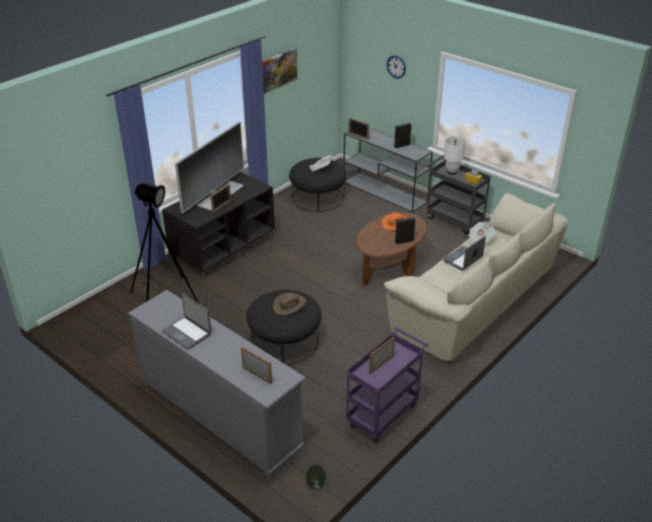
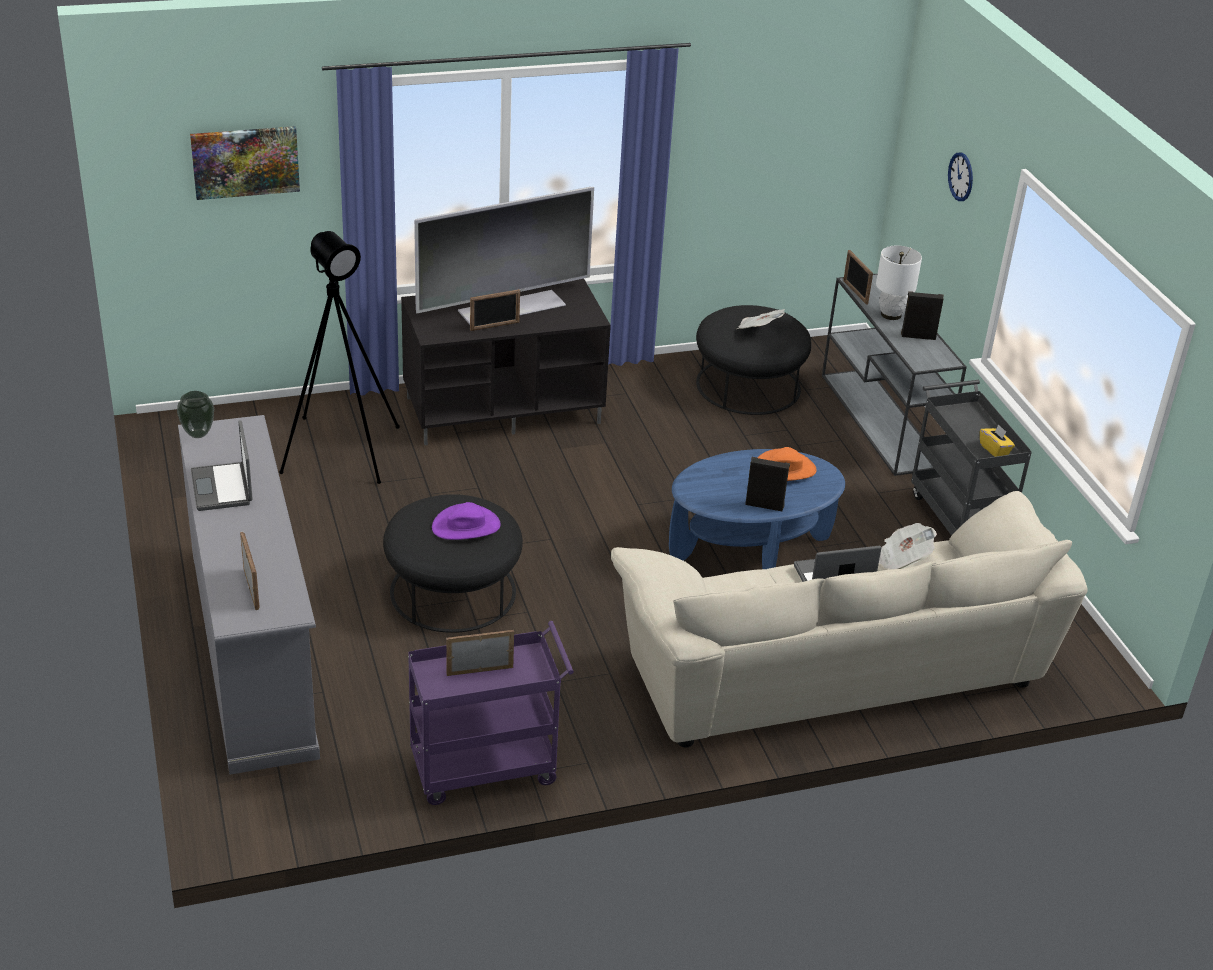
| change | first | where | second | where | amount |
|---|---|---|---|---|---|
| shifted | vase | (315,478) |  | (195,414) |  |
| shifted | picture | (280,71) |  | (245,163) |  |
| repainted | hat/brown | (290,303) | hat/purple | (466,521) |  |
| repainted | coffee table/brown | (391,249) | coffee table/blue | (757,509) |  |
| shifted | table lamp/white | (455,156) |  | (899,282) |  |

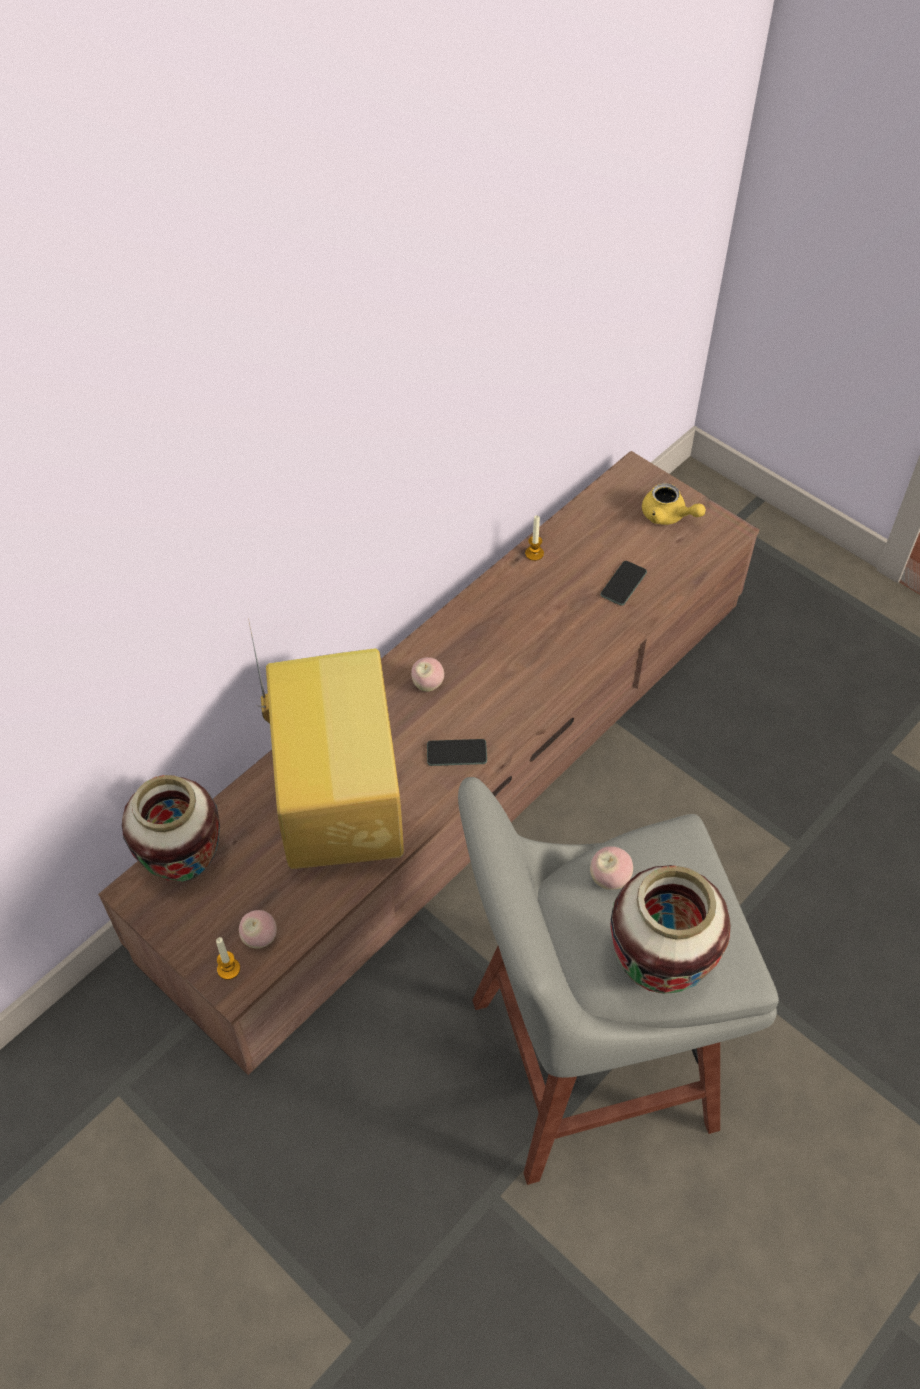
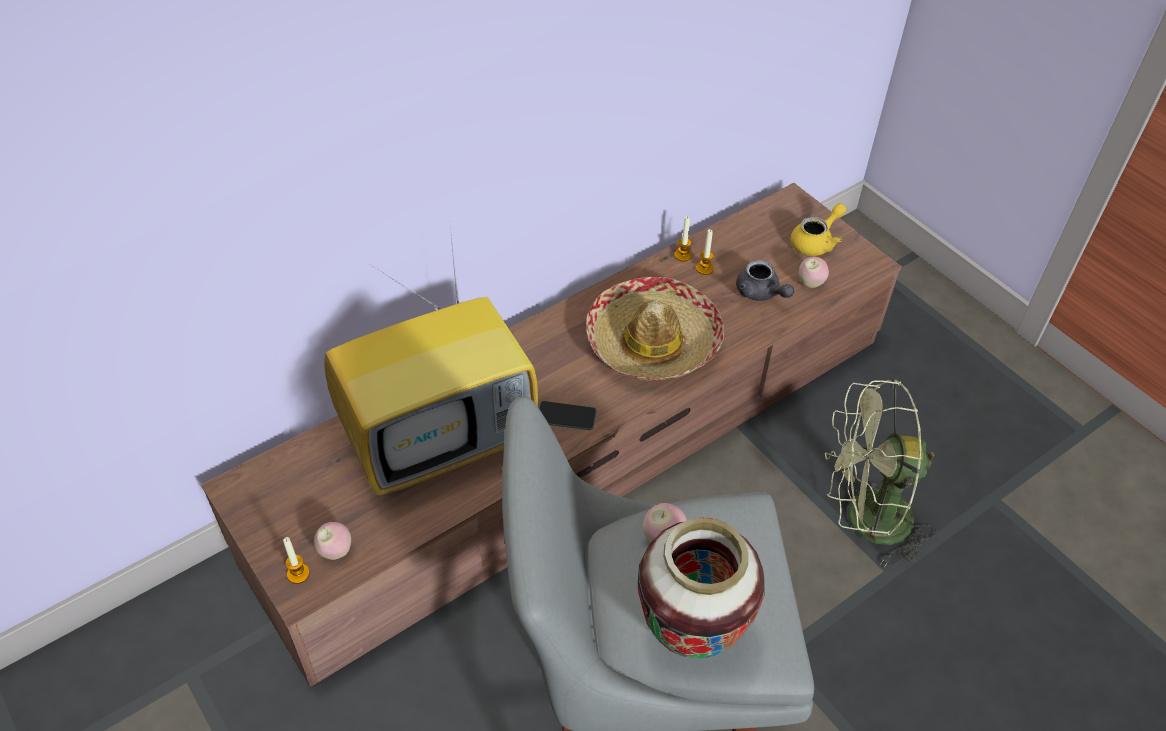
| change | first | where | second | where | amount |
|---|---|---|---|---|---|
| rotated | television | (326,746) |  | (431,360) | 60 degrees clockwise |
| new |  |  | hat | (655,329) |  |
| new |  |  | candle | (705,252) |  |
| swapped | phone | (623,583) | teapot/grey | (765,280) |  |
| rotated | teapot/yellow | (674,504) |  | (819,229) | 90 degrees counterclockwise |
| shifted | apple | (427,674) |  | (814,272) |  |
| new |  |  | fan/green | (880,473) |  |
| gone | vase | (171,828) |  |  |  |

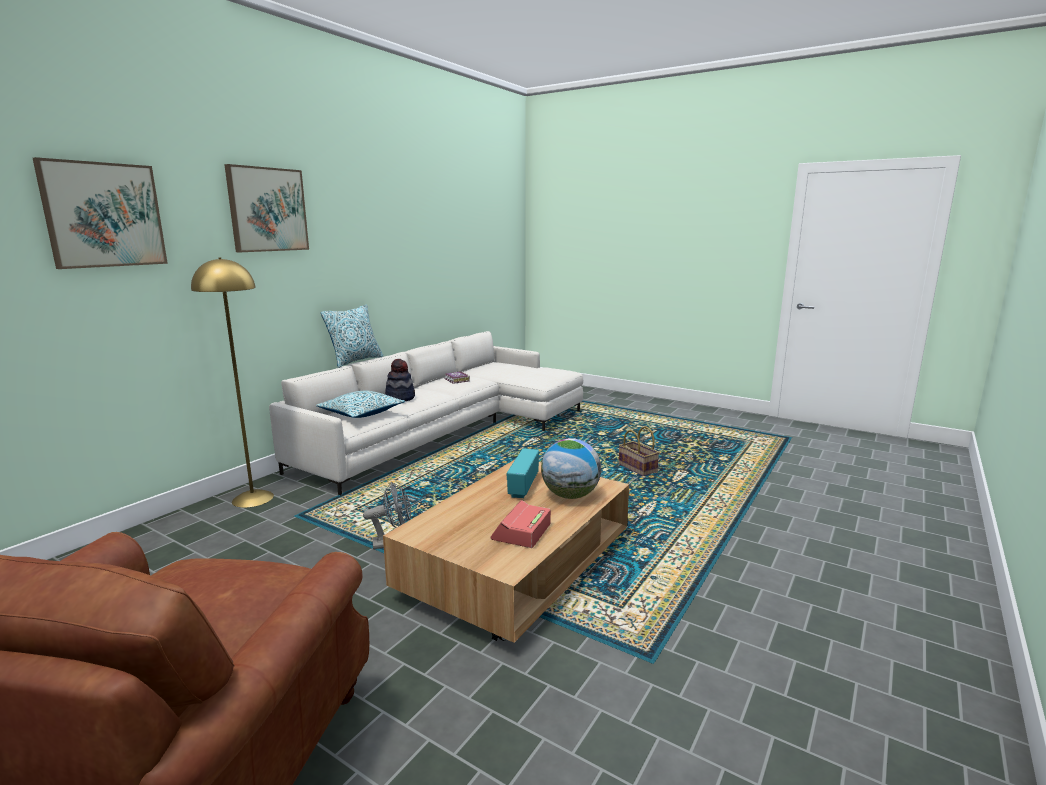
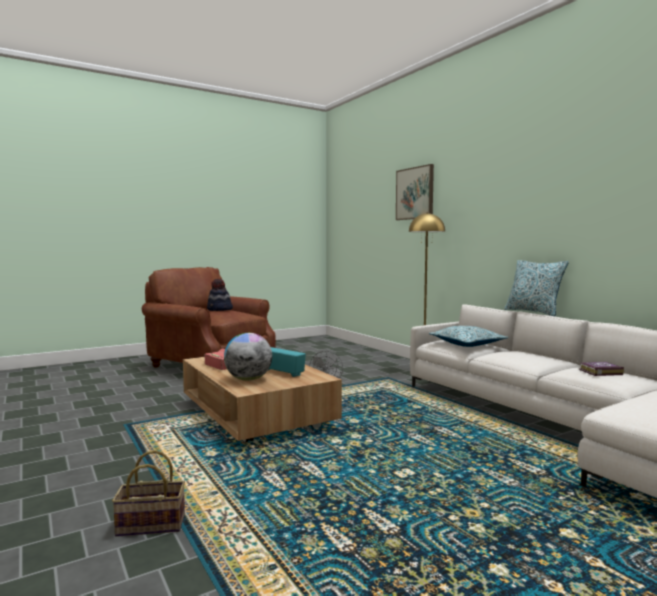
| change | first | where | second | where | amount |
|---|---|---|---|---|---|
| shifted | basket | (639,451) |  | (148,493) |  |
| shifted | hat | (400,380) |  | (220,295) |  |
| gone | picture | (266,208) |  |  |  |

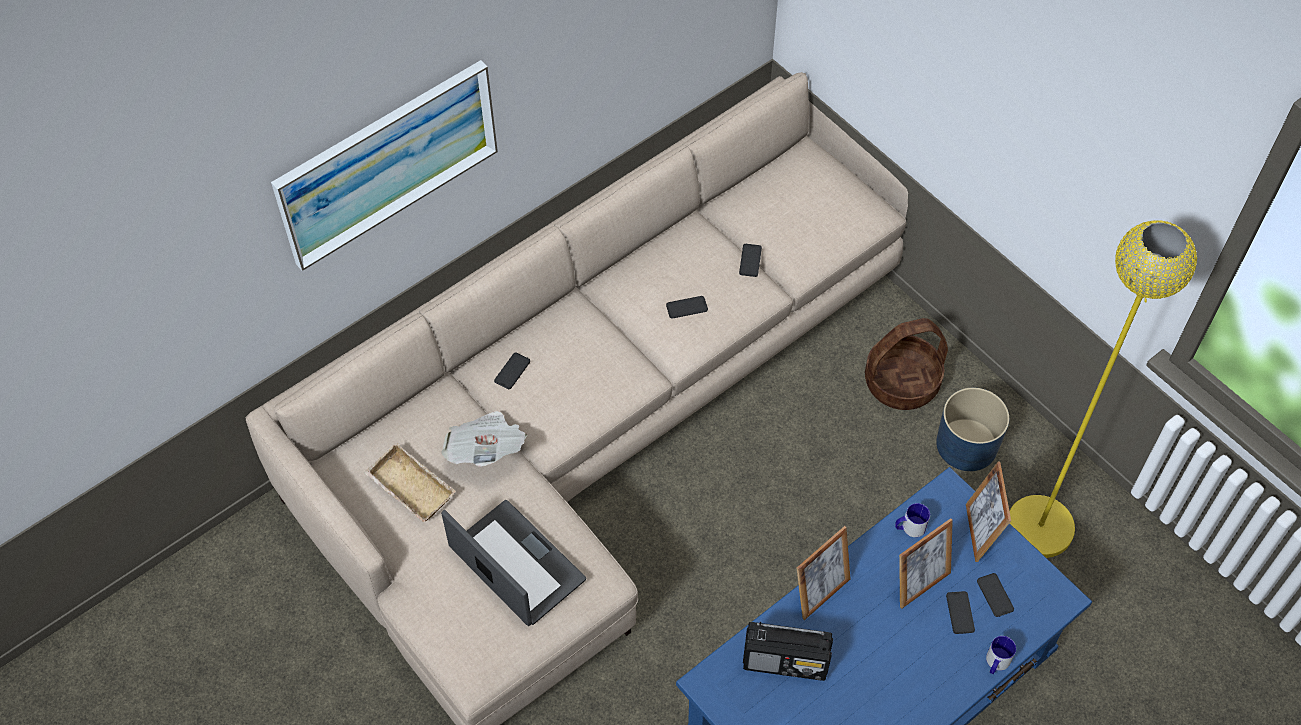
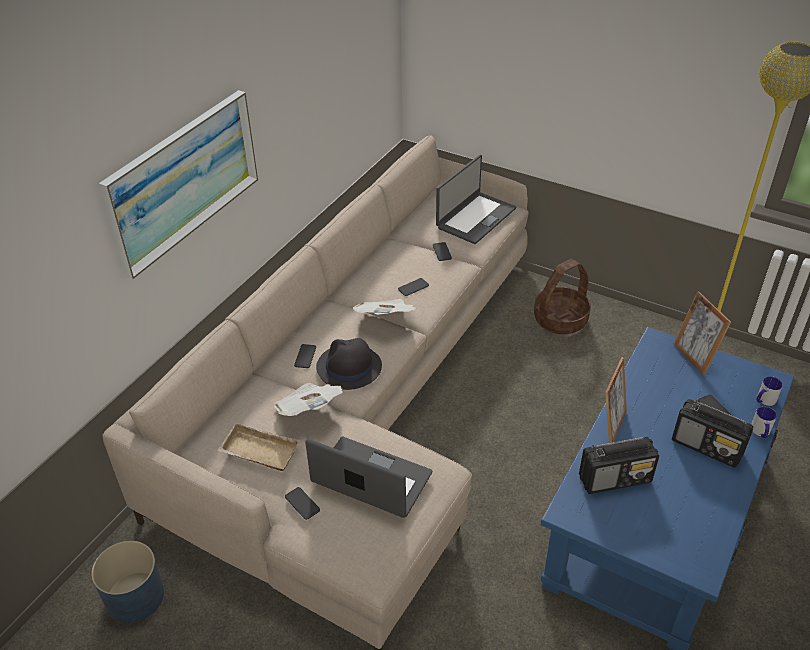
| change | first | where | second | where | amount |
|---|---|---|---|---|---|
| shifted | planter/blue | (972,429) |  | (127,582) |  |
| shifted | phone | (995,595) |  | (302,503) |  |
| new |  |  | hat/black | (349,364) |  |
| new |  |  | newspaper | (385,307) |  |
| new |  |  | laptop | (476,199) |  |
| new |  |  | radio | (712,433) |  |
| shifted | mug | (912,520) |  | (769,391) |  |
| gone | picture frame | (926,563) |  |  |  |

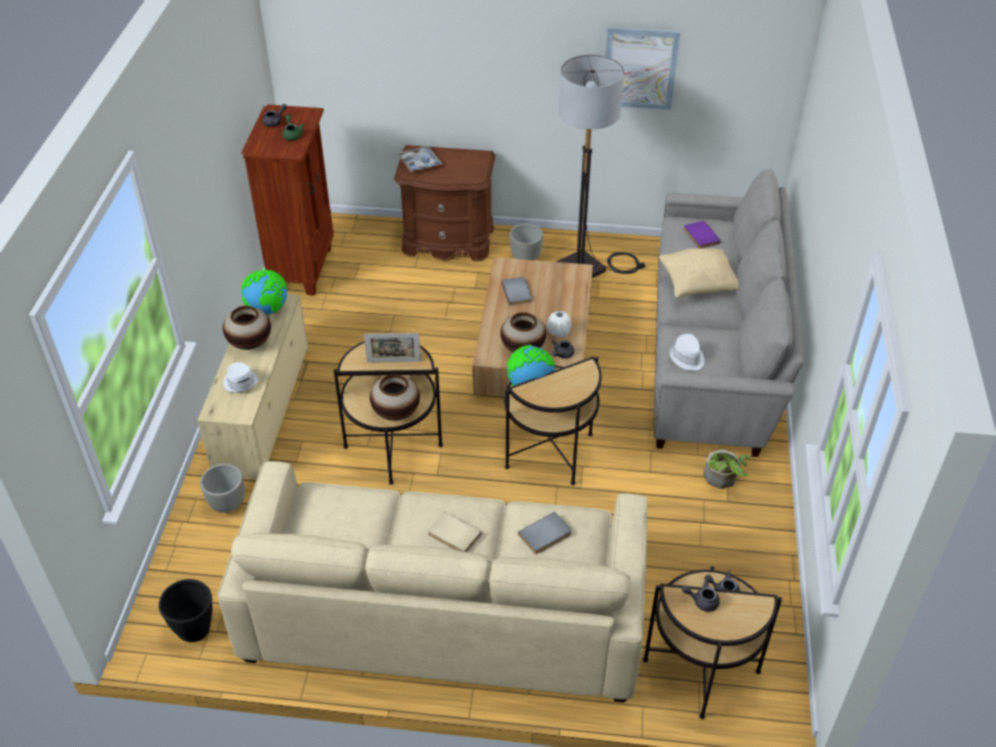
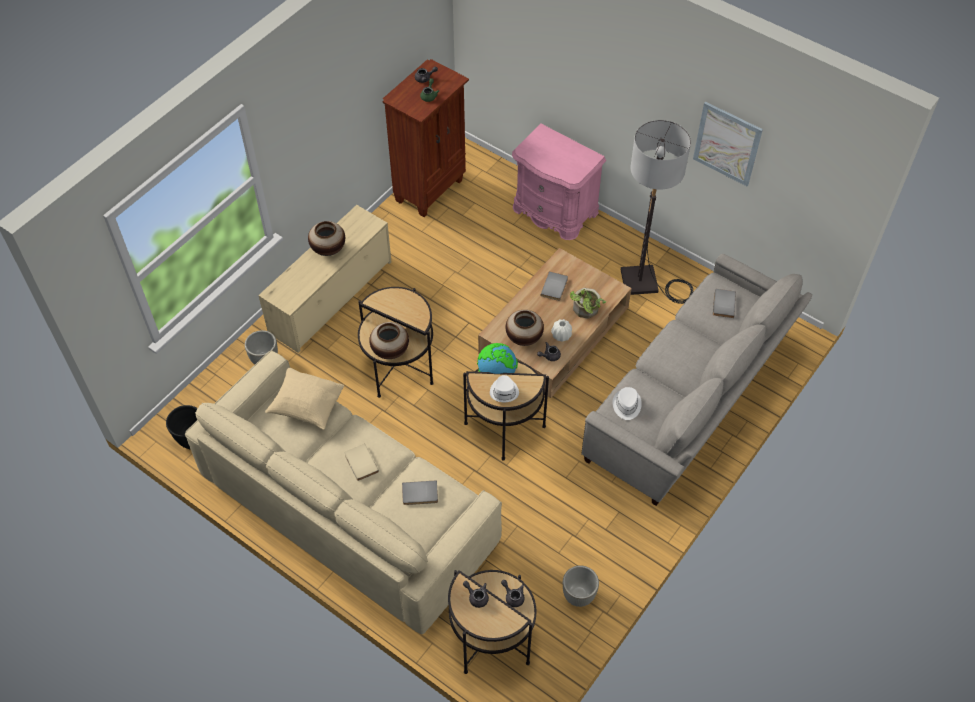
| change | first | where | second | where | amount |
|---|---|---|---|---|---|
| shifted | pillow/beige | (698,272) |  | (304,398) |  |
| shifted | hat/white | (241,377) |  | (504,388) |  |
| repainted | nightstand/brown | (445,203) | nightstand/pink | (559,182) |  |
| shifted | planter/grey | (526,242) |  | (581,586) |  |
| shifted | potted plant | (727,469) |  | (588,303) |  |
| repainted | book/purple | (702,235) | book/grey | (724,303) |  |
| gone | globe | (264,291) |  |  |  |
| gone | picture frame | (392,348) |  |  |  |
| gone | tray | (419,159) |  |  |  |

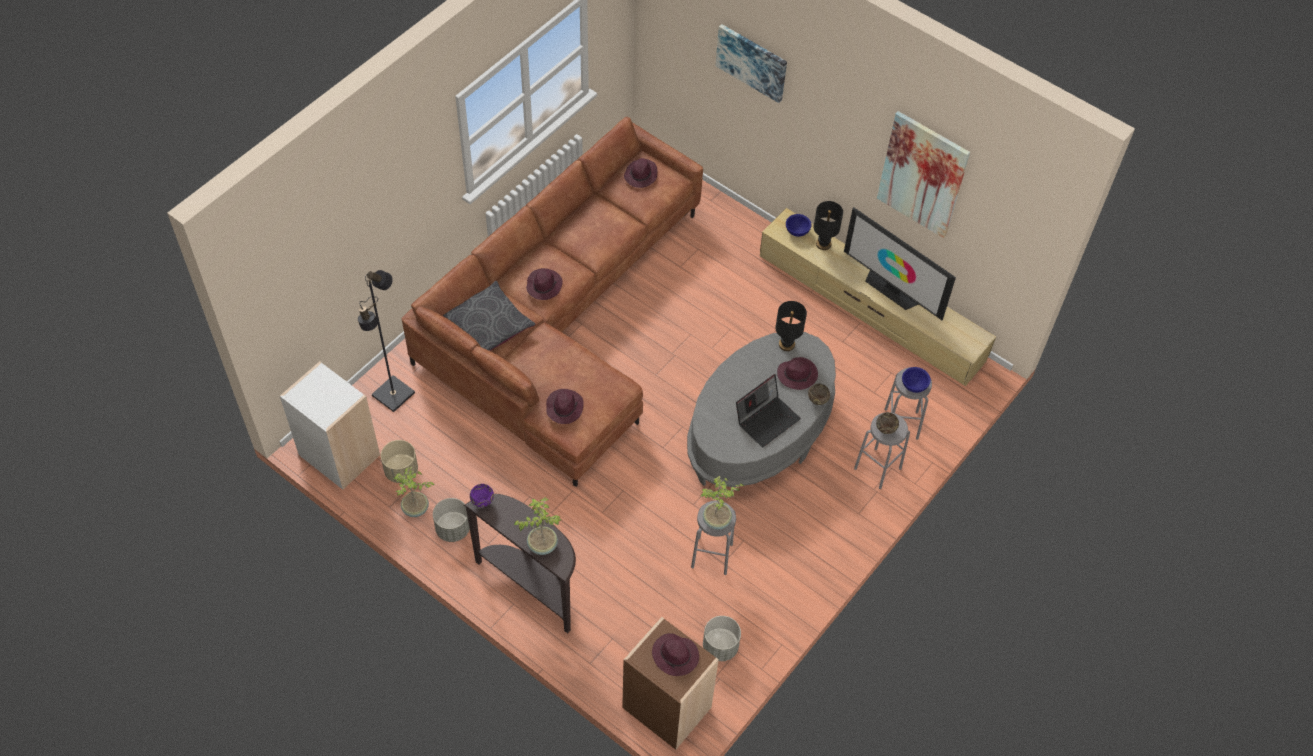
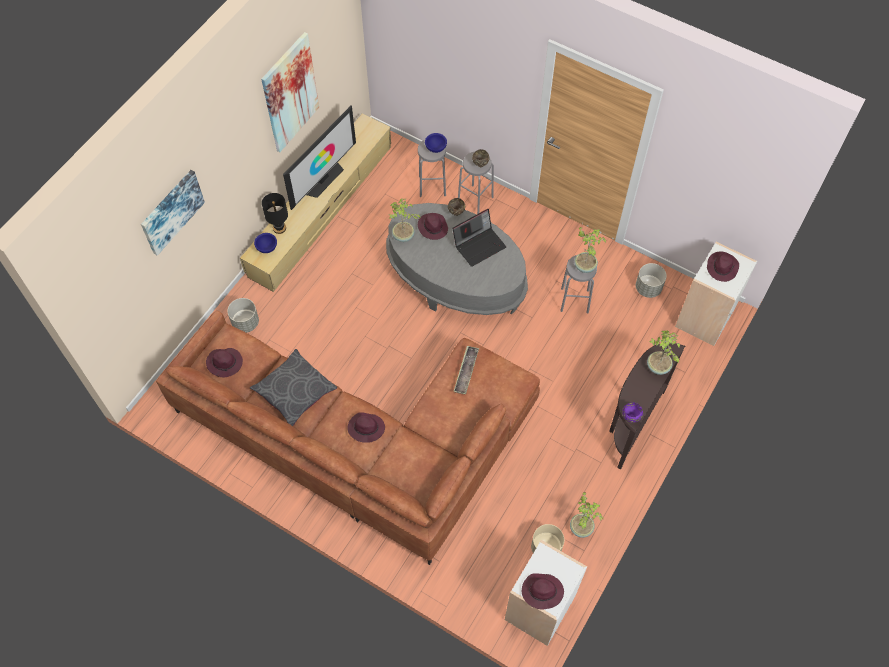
| change | first | where | second | where | amount |
|---|---|---|---|---|---|
| shifted | planter/grey | (451,520) |  | (243,315) |  |
| shifted | pillow/grey | (489,316) |  | (293,387) |  |
| swapped | table lamp/black | (791,326) | potted plant | (405,220) |  |
| rotated | laptop | (768,410) |  | (479,238) | 105 degrees clockwise |
| new |  |  | tray | (466,370) |  |
| shifted | hat/purple | (565,406) |  | (543,591) |  |
| repainted | bookcase/brown | (670,683) | bookcase/white | (716,294) |  |
| gone | floor lamp/black | (386,341) |  |  |  |

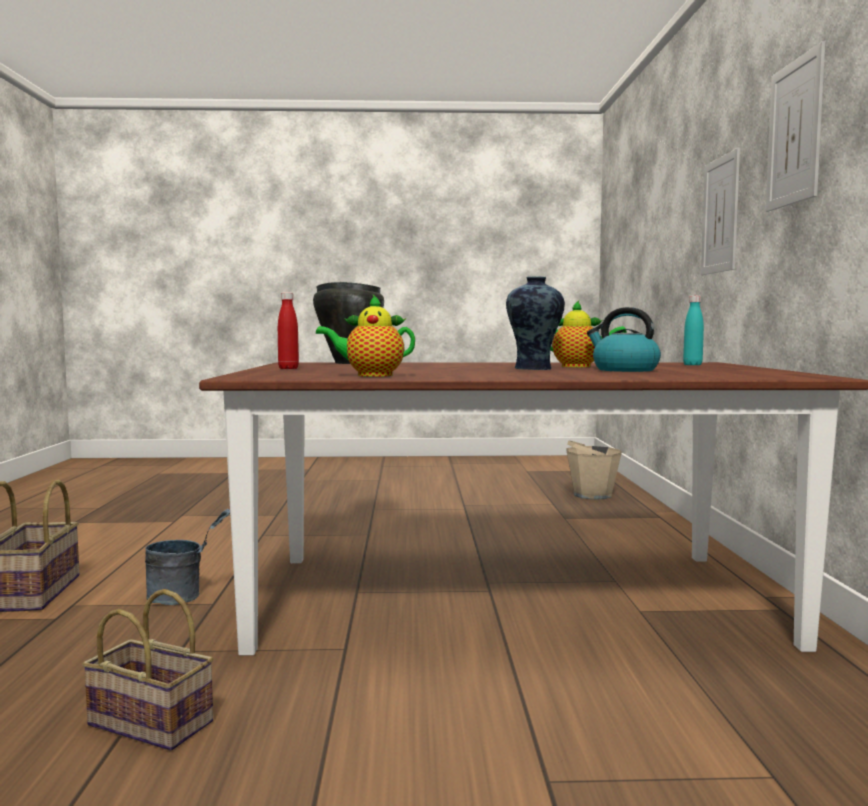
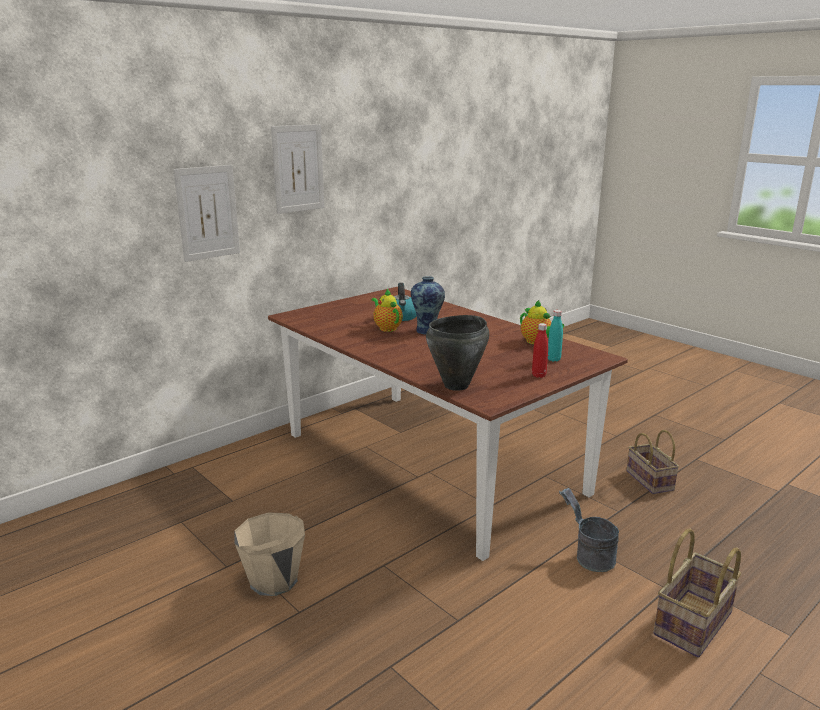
| change | first | where | second | where | amount |
|---|---|---|---|---|---|
| shifted | bucket/beige | (594,470) |  | (269,554) |  |
| shifted | bottle/turquoise | (693,330) |  | (555,336) |  |

